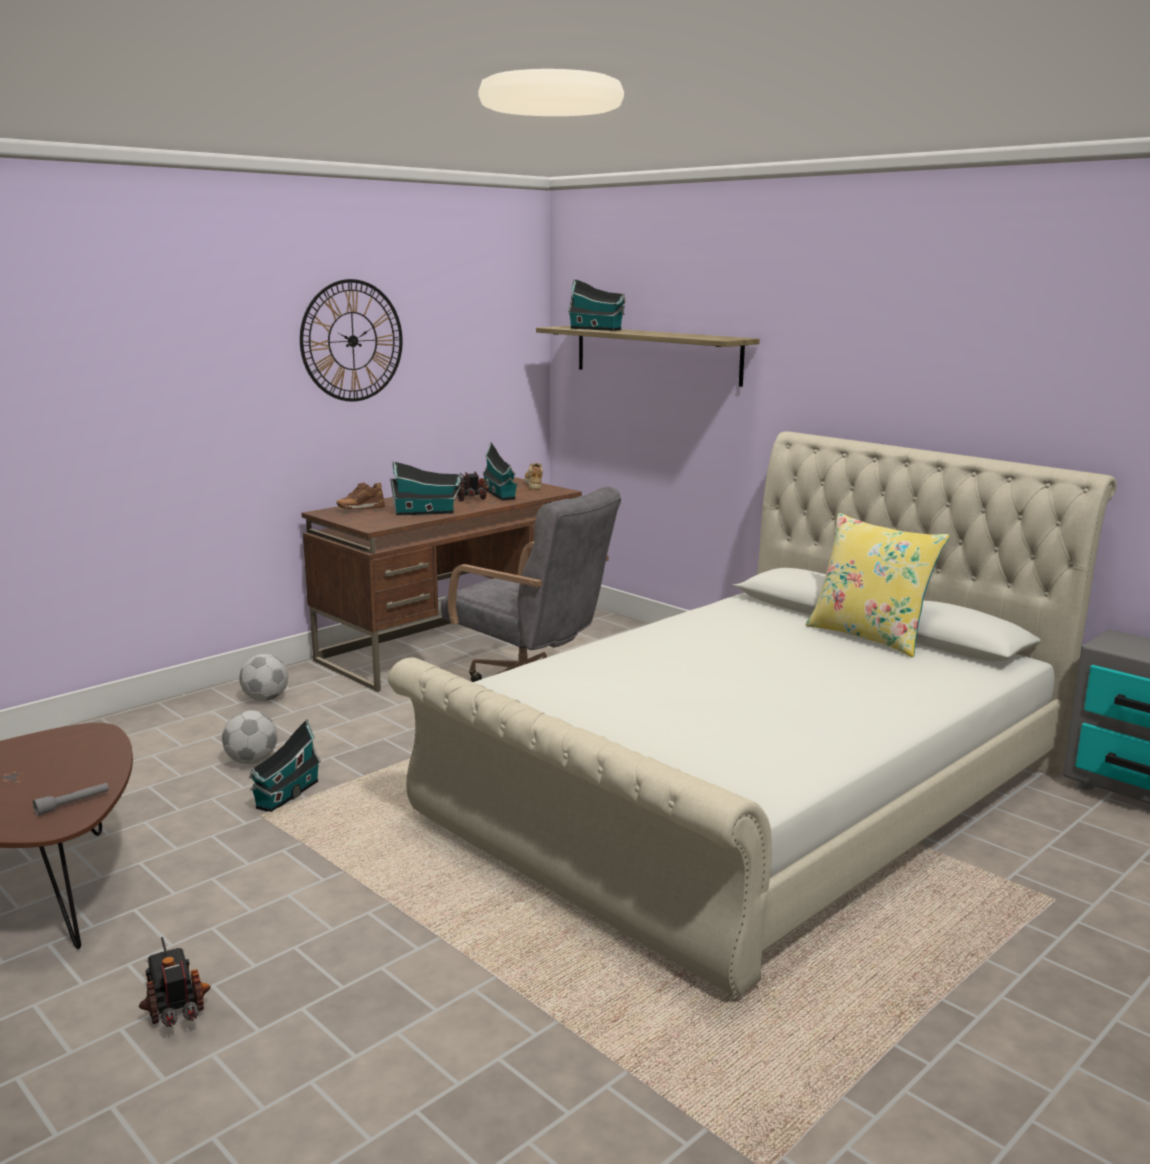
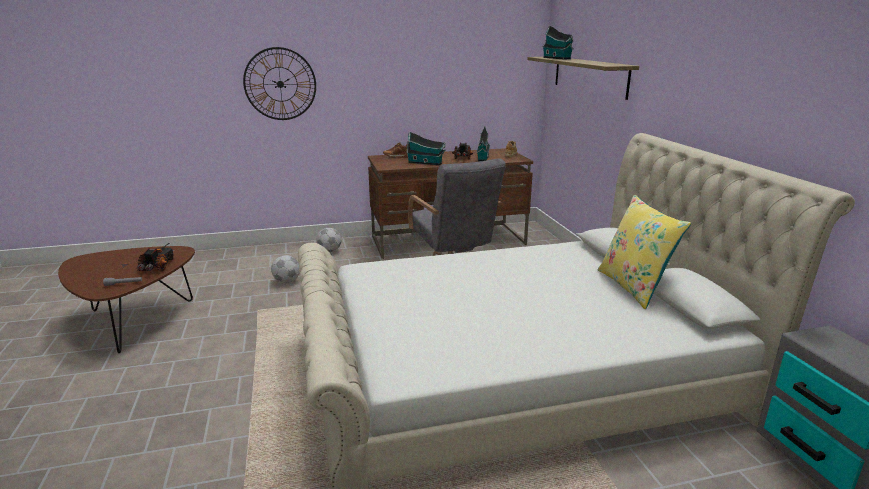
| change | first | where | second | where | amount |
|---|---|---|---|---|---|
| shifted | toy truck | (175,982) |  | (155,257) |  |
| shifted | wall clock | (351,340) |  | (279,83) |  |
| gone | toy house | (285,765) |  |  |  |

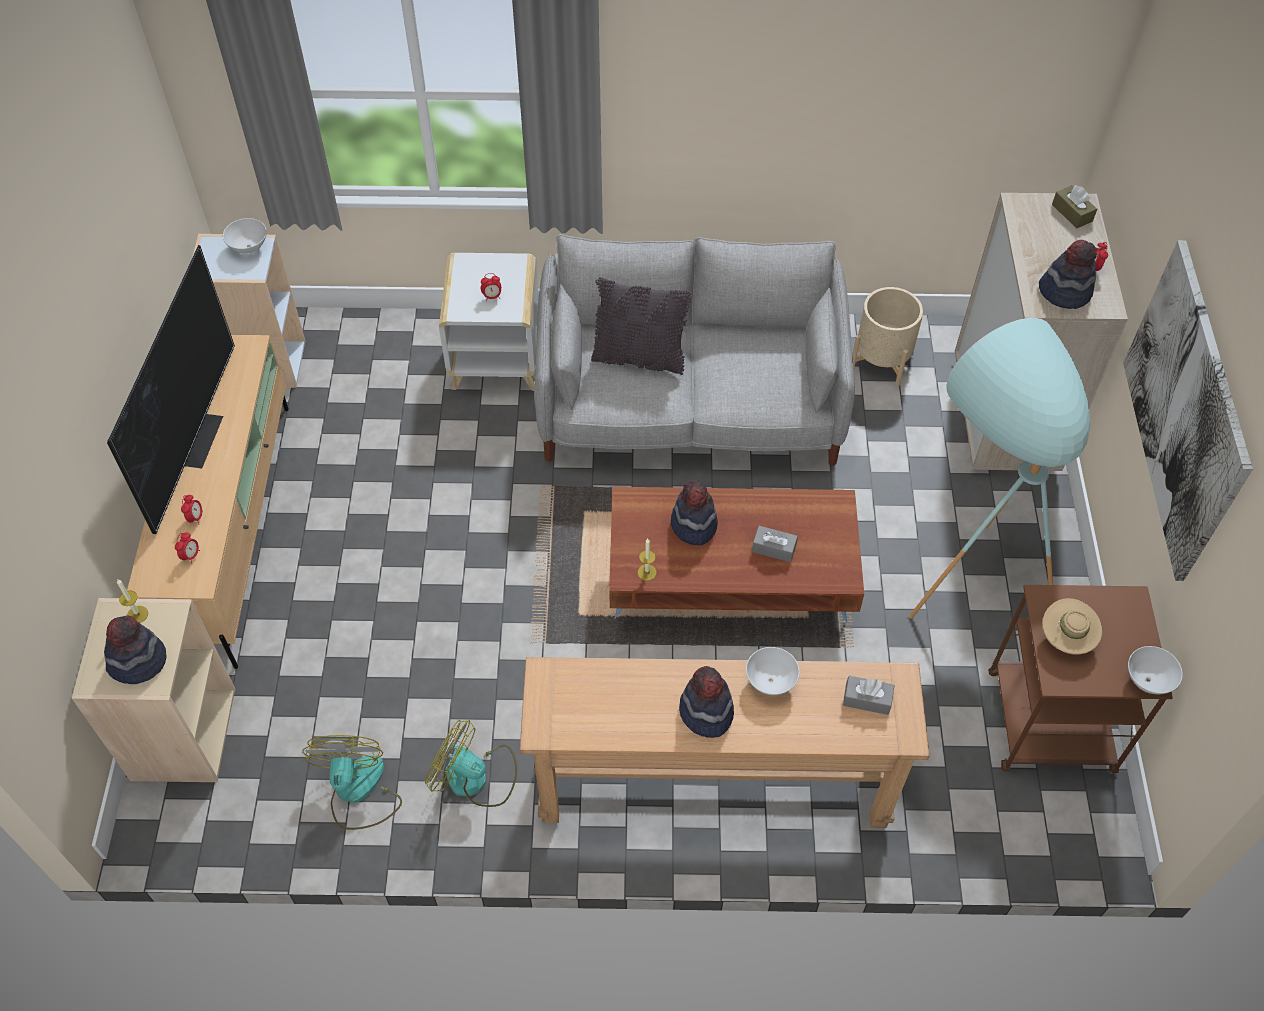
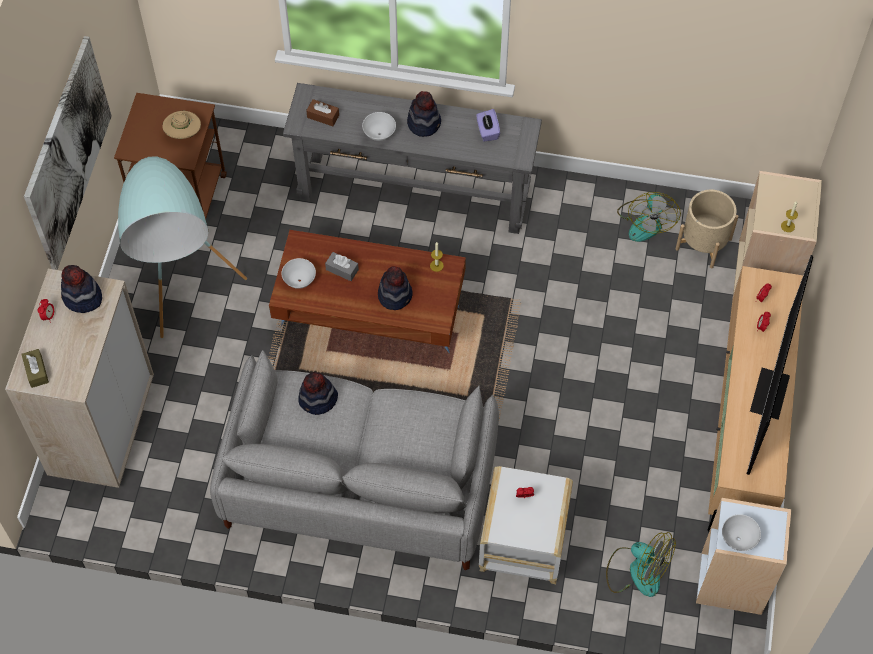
| change | first | where | second | where | amount |
|---|---|---|---|---|---|
| shifted | bowl/white | (1155,670) |  | (299,273) |  |
| repainted | console table/brown | (725,742) | console table/grey | (412,158) |  |
| shifted | hat | (135,650) |  | (318,393) |  |
| repainted | tissue box/grey | (868,695) | tissue box/brown | (322,112) |  |
| new |  |  | tissue box/purple | (488,125) |  |
| shifted | fan | (471,763) |  | (641,564) |  |
| shifted | planter/beige | (887,337) |  | (707,229) |  |
| gone | pillow/black | (641,326) |  |  |  |

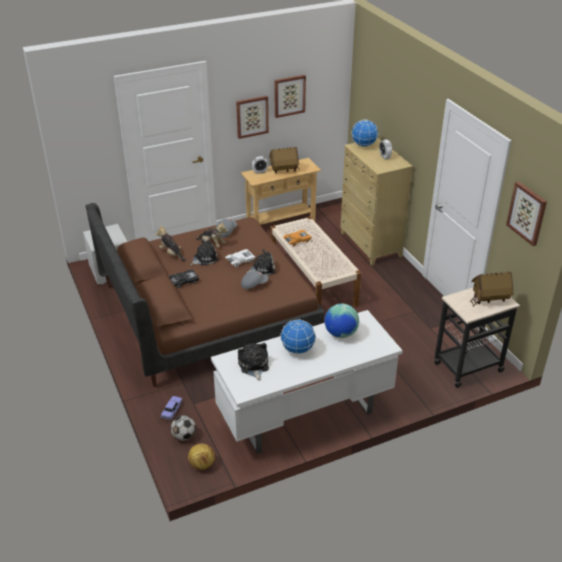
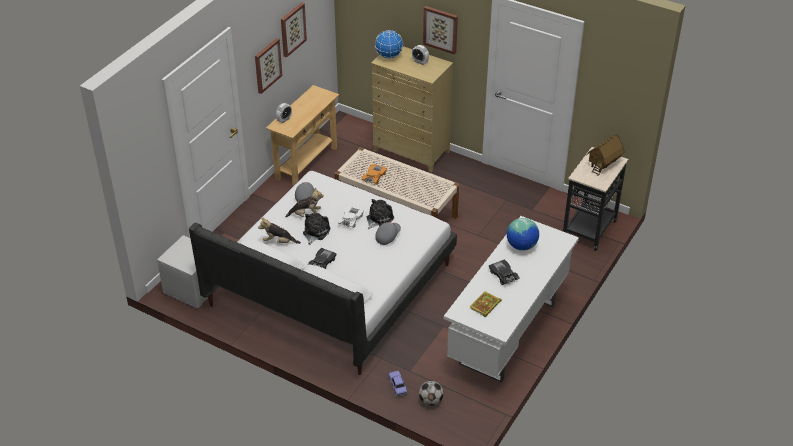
| change | first | where | second | where | amount |
|---|---|---|---|---|---|
| repainted | bed/brown | (205,295) | bed/white | (323,273) |  |
| shifted | picture | (526,213) |  | (440,30) |  |
| swapped | plush toy | (253,362) | book | (486,304) |  |
| swapped | globe | (298,336) | toy car/black | (504,272) |  |
| gone | football | (201,457) |  |  |  |
| gone | toy house | (284,160) |  |  |  |

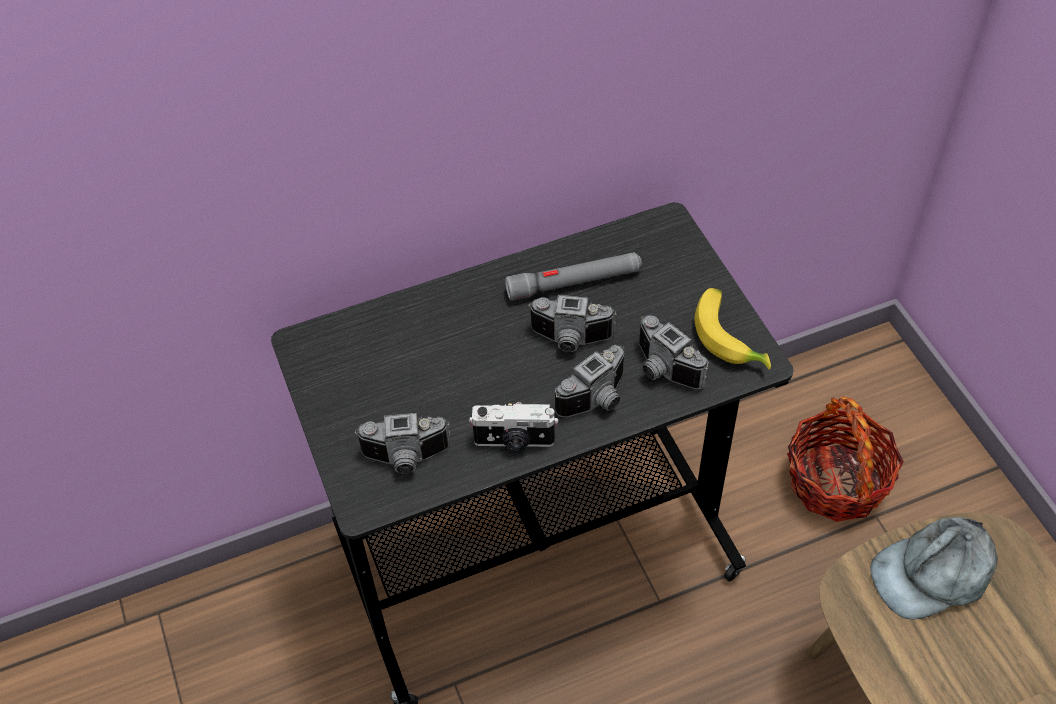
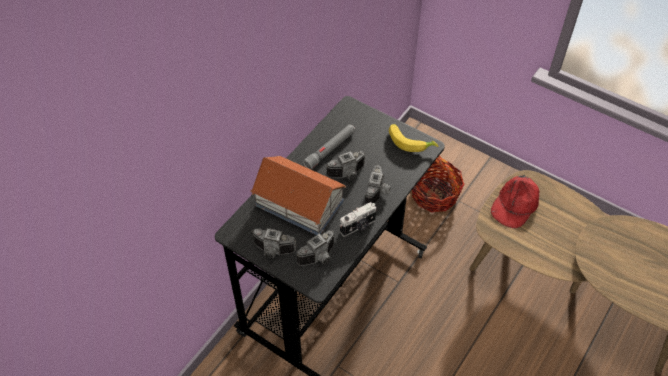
| change | first | where | second | where | amount |
|---|---|---|---|---|---|
| new |  |  | toy house | (298,195) |  |
| shifted | photo camera | (674,352) |  | (274,243) |  |
| repainted | cap/grey | (934,568) | cap/red | (515,202) |  |

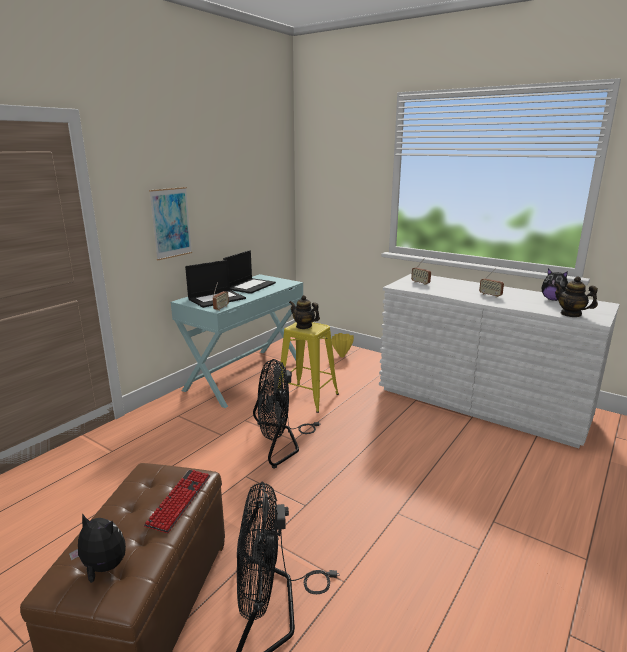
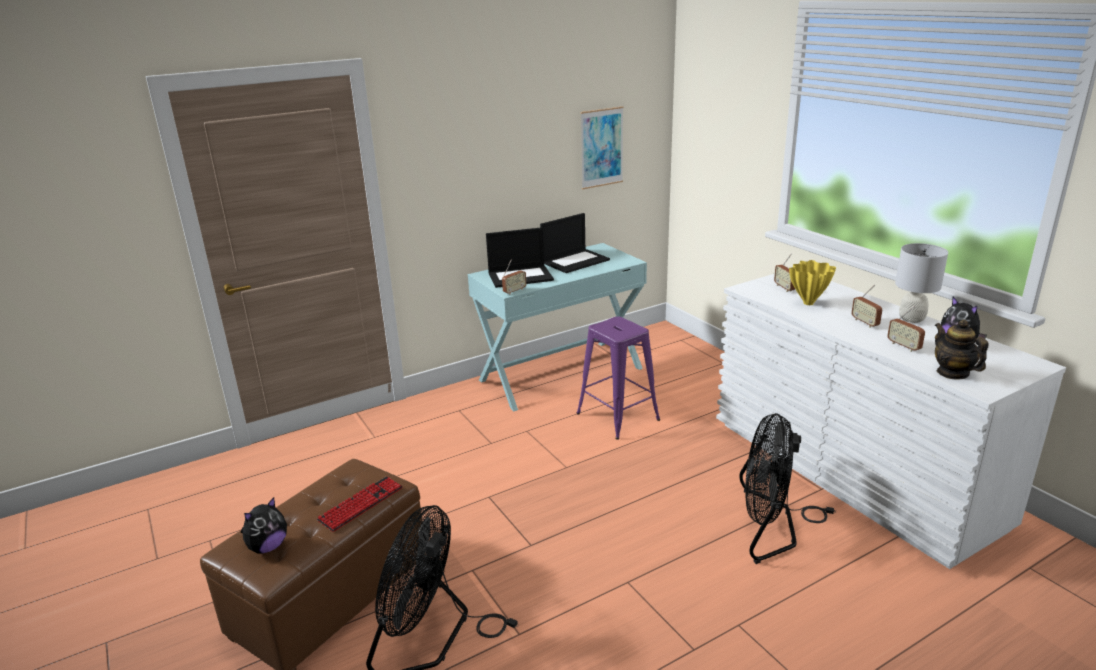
| change | first | where | second | where | amount |
|---|---|---|---|---|---|
| rotated | plush toy | (97,548) |  | (264,525) | 90 degrees clockwise |
| repainted | stool/yellow | (308,367) | stool/purple | (618,378) |  |
| shifted | picture | (170,223) |  | (602,147) |  |
| shifted | fan/black | (287,414) |  | (787,488) |  |
| shifted | vase/yellow | (342,345) |  | (812,282) |  |
| new |  |  | radio | (906,329) |  |
| new |  |  | table lamp/grey | (921,283) |  |
| gone | teapot | (304,312) |  |  |  |

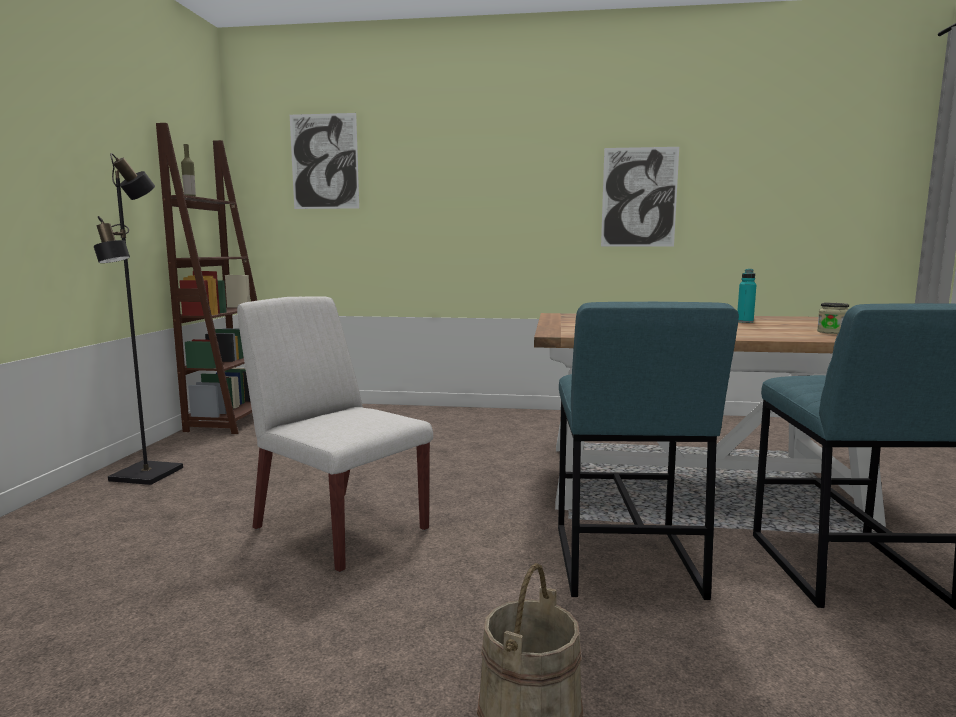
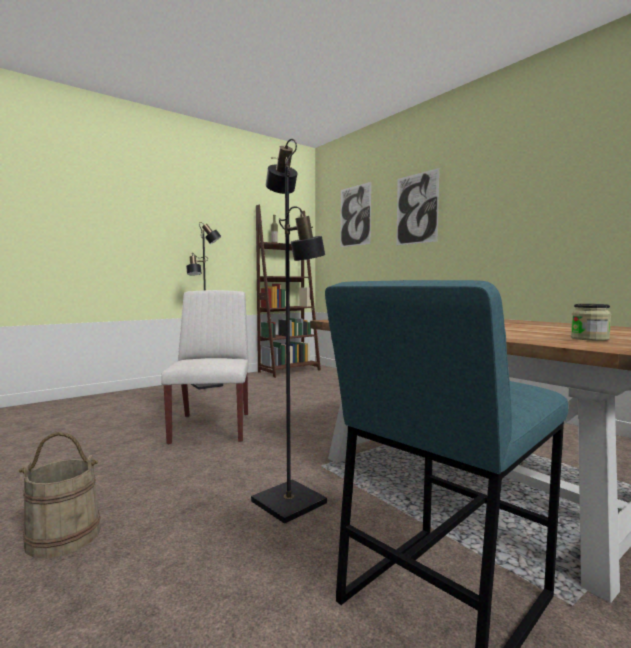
| change | first | where | second | where | amount |
|---|---|---|---|---|---|
| swapped | stool/blue | (648,451) | floor lamp/black | (289,331) |  |
| shifted | picture | (640,196) |  | (417,207) |  |
| gone | bottle/turquoise | (746,296) |  |  |  |

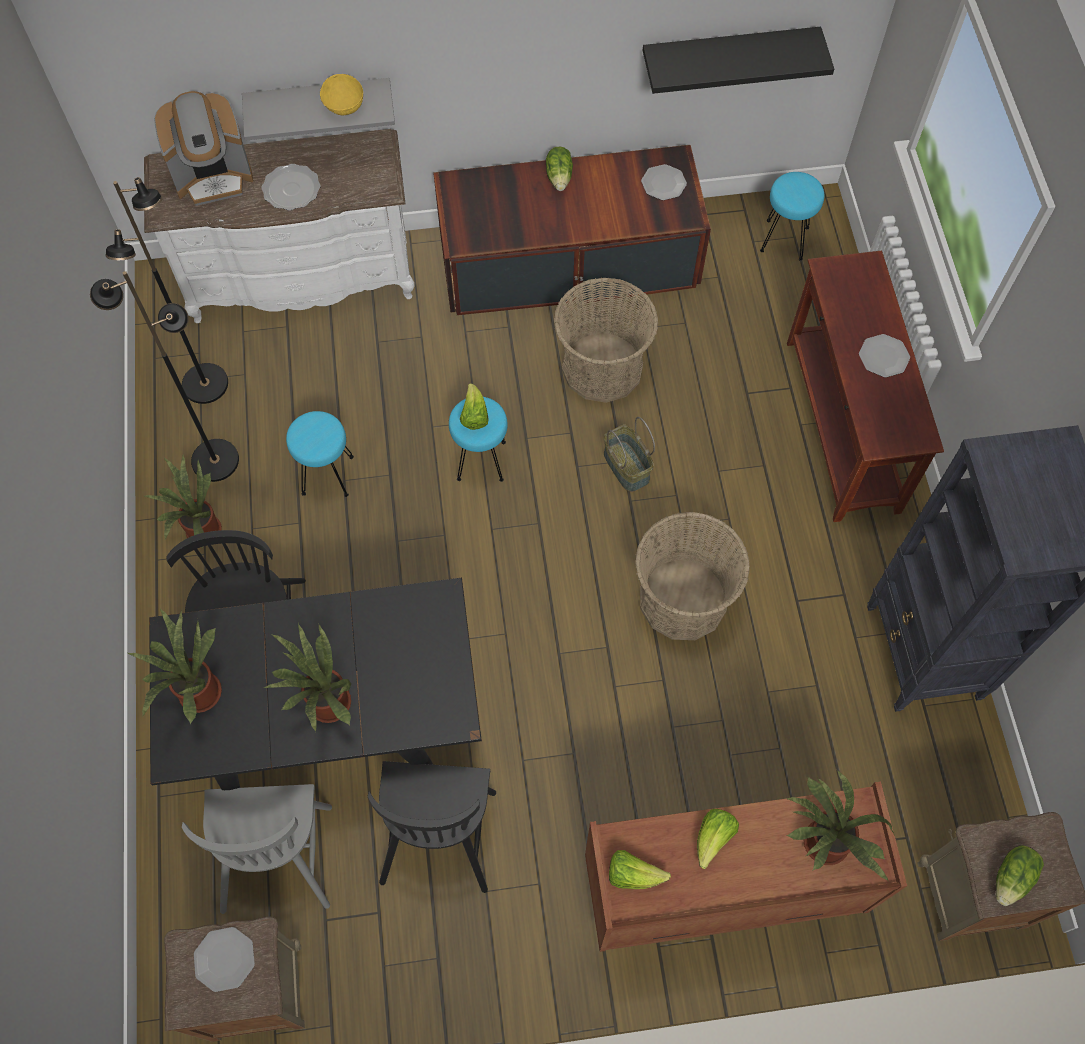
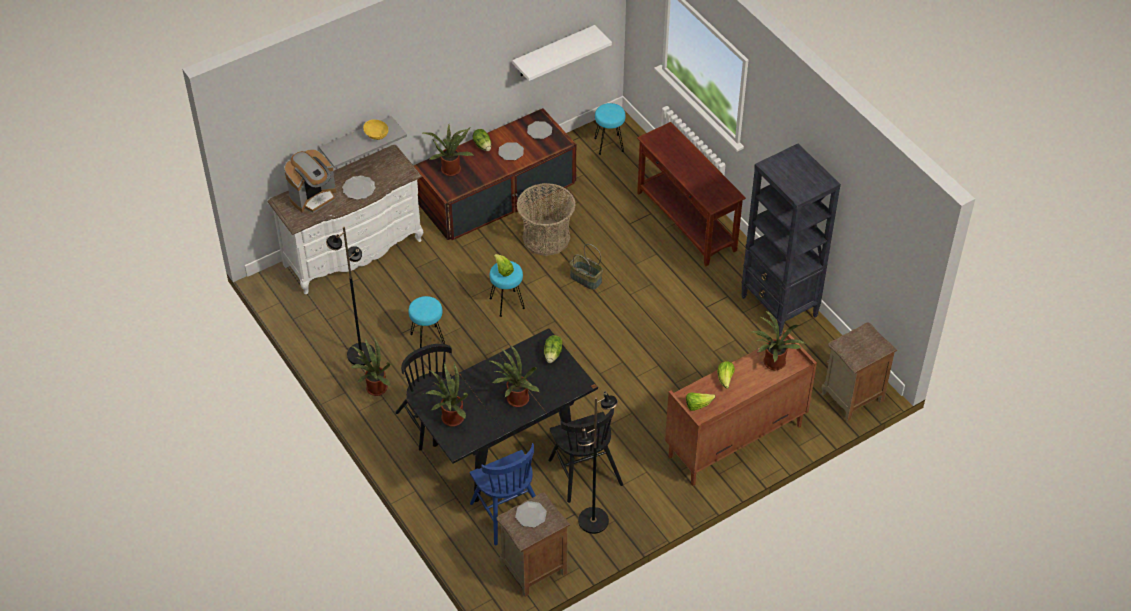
| change | first | where | second | where | amount |
|---|---|---|---|---|---|
| new |  |  | potted plant | (448,150) |  |
| repainted | chair/grey | (257,849) | chair/blue | (503,494) |  |
| shifted | plate | (884,355) |  | (511,151) |  |
| repainted | shelf/black | (738,60) | shelf/white | (562,53) |  |
| shifted | lettuce | (1020,875) |  | (553,349) |  |
| shifted | floor lamp/black | (166,290) |  | (598,462) |  |
| gone | basket | (692,576) |  |  |  |

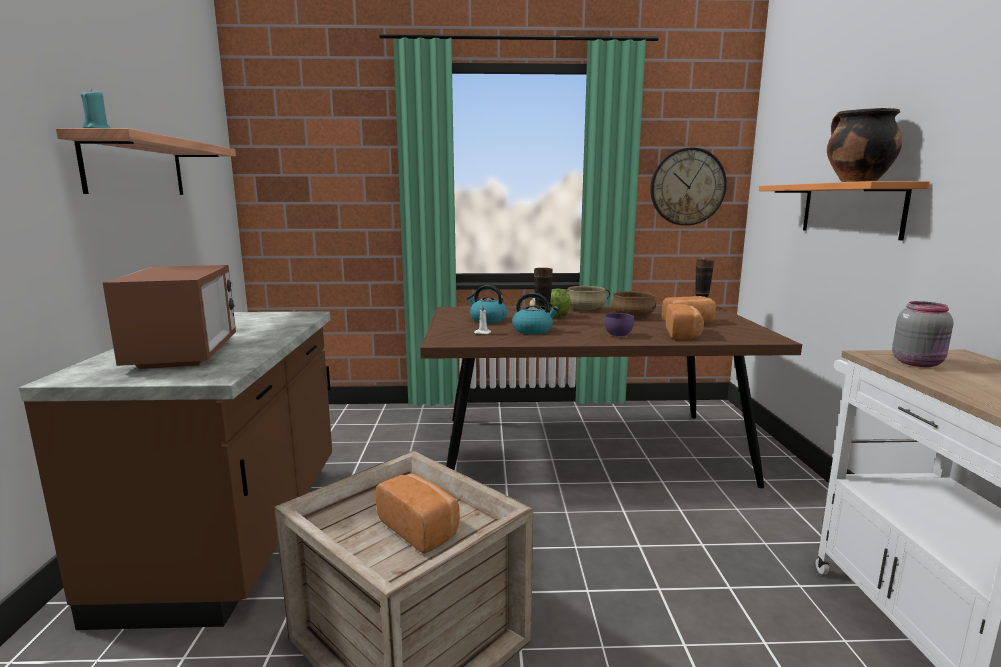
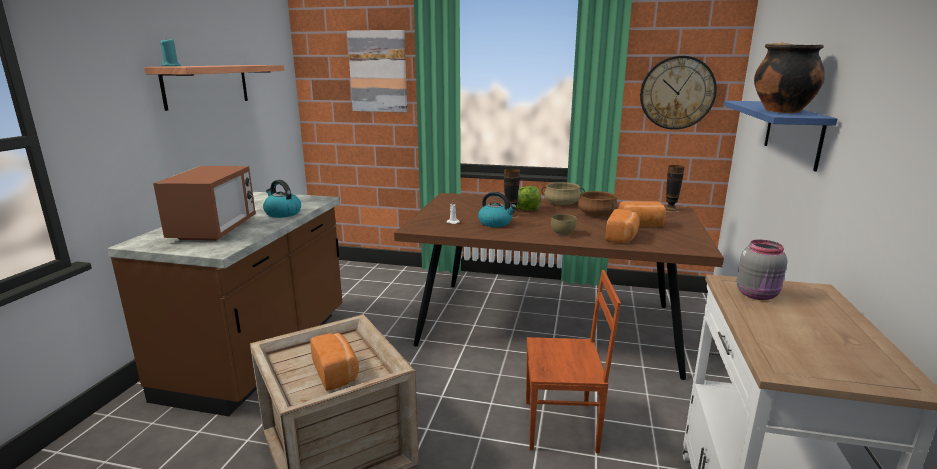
| change | first | where | second | where | amount |
|---|---|---|---|---|---|
| shifted | kettle | (486,304) |  | (282,199) |  |
| new |  |  | picture | (377,71) |  |
| new |  |  | chair/brown | (573,361) |  |
| repainted | bowl/purple | (619,325) | bowl/brown | (564,225) |  |
| repainted | shelf/orange | (844,210) | shelf/blue | (780,136) |  |

